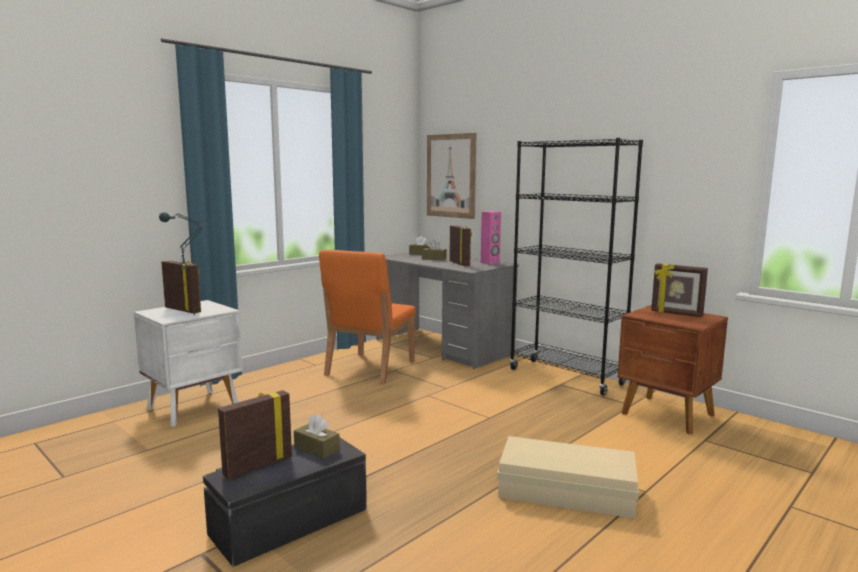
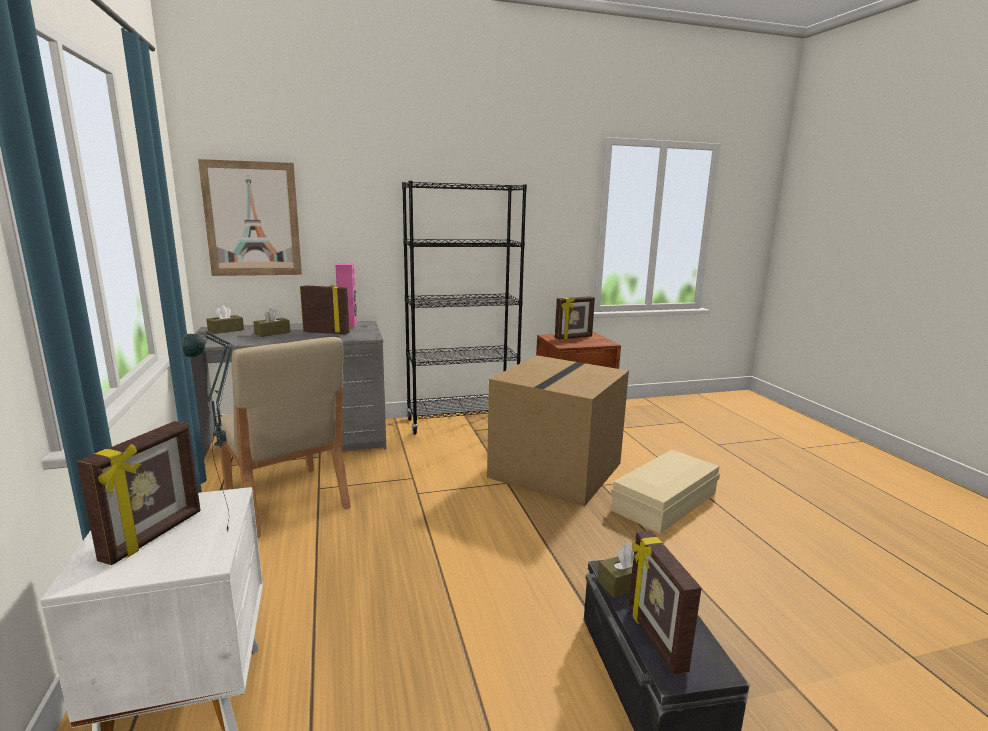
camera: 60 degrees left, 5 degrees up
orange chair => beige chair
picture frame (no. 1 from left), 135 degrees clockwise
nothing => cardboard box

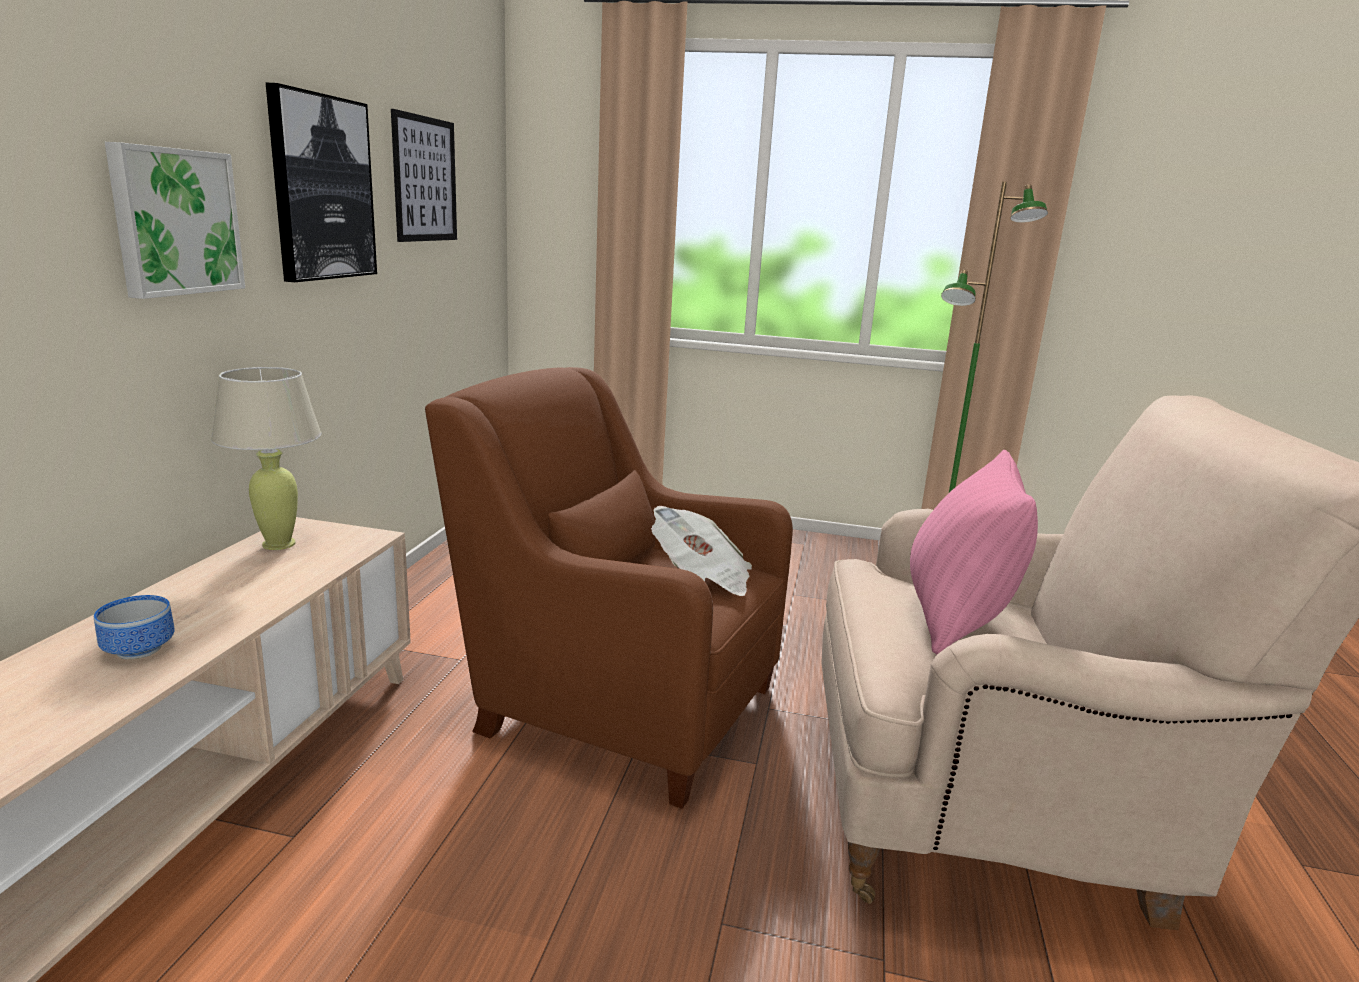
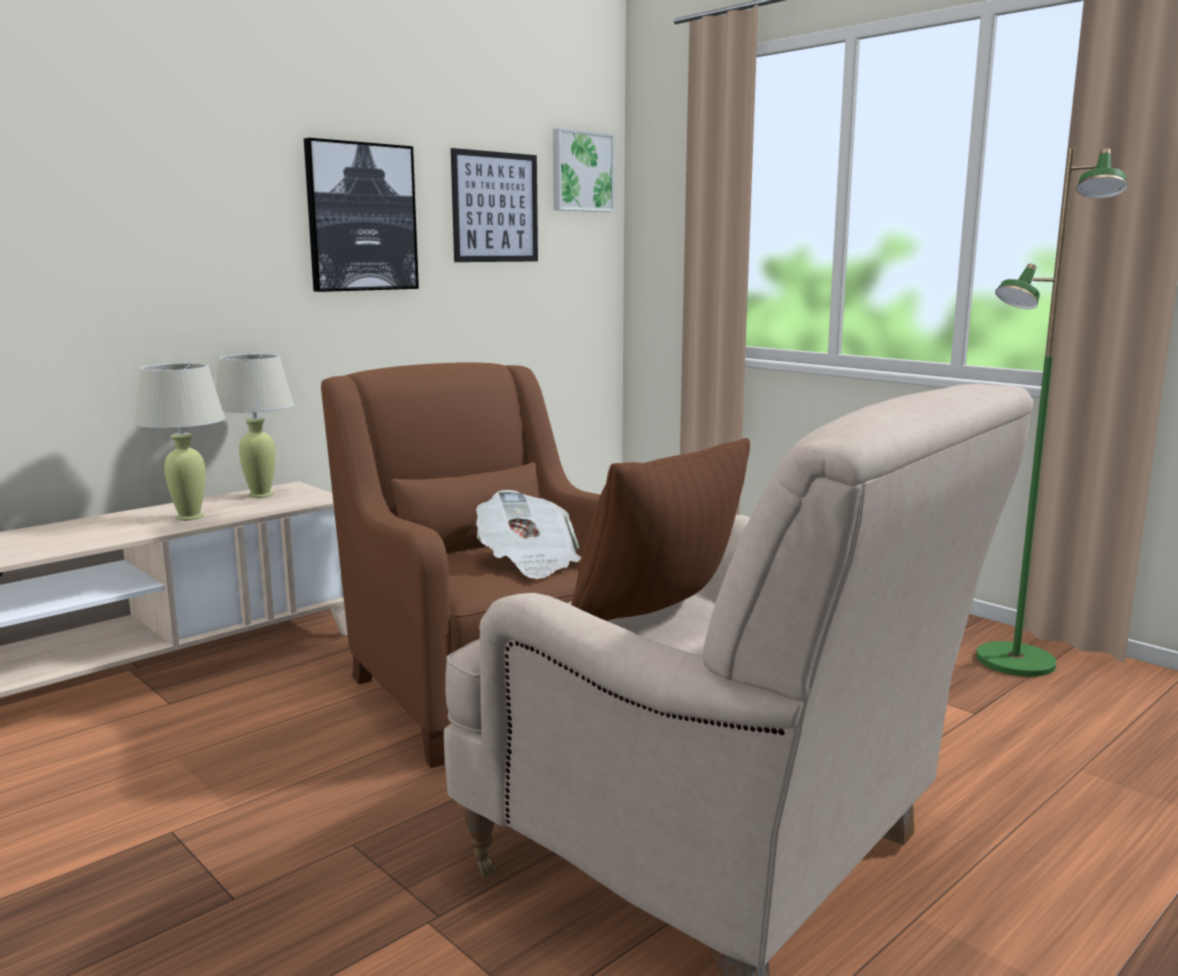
camera: 35 degrees right, 5 degrees down
picture (no. 1 from left in the first image) => picture (no. 3 from left), relocated
pink pillow => brown pillow
bowl => nothing
nothing => beige table lamp (no. 1 from left)

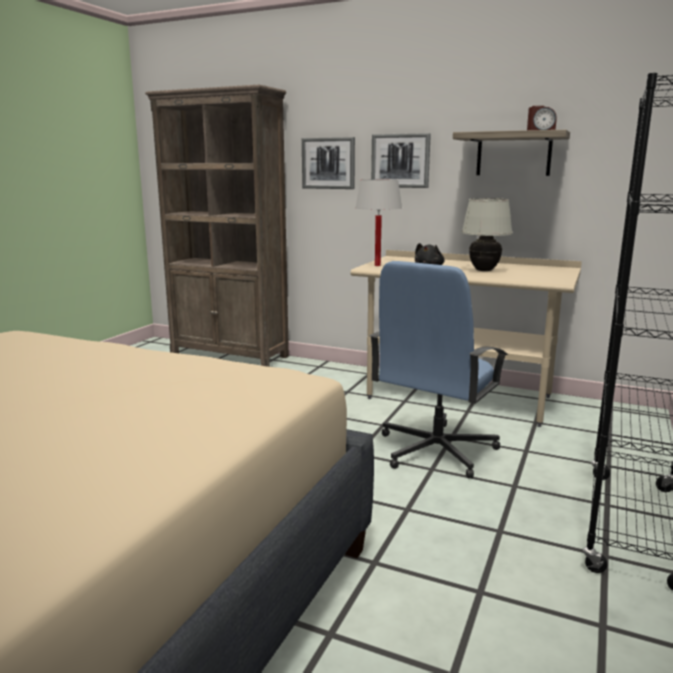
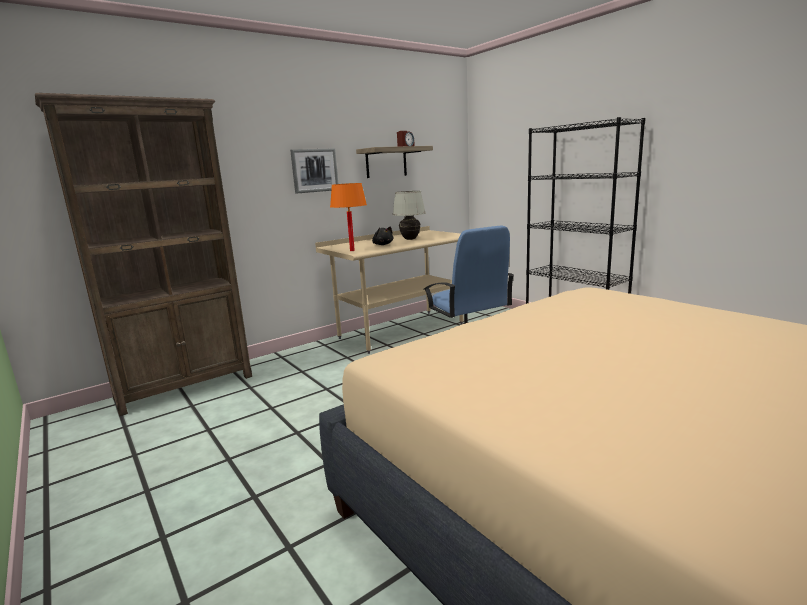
camera: 60 degrees left, 0 degrees up
picture (no. 1 from left) => nothing
white table lamp (no. 1 from left) => orange table lamp

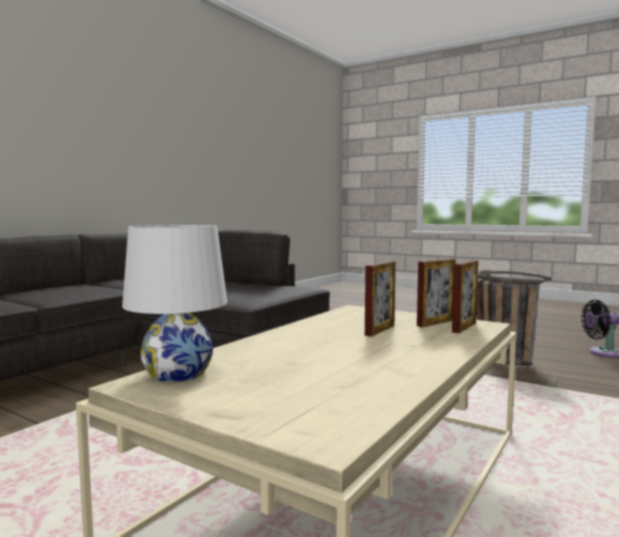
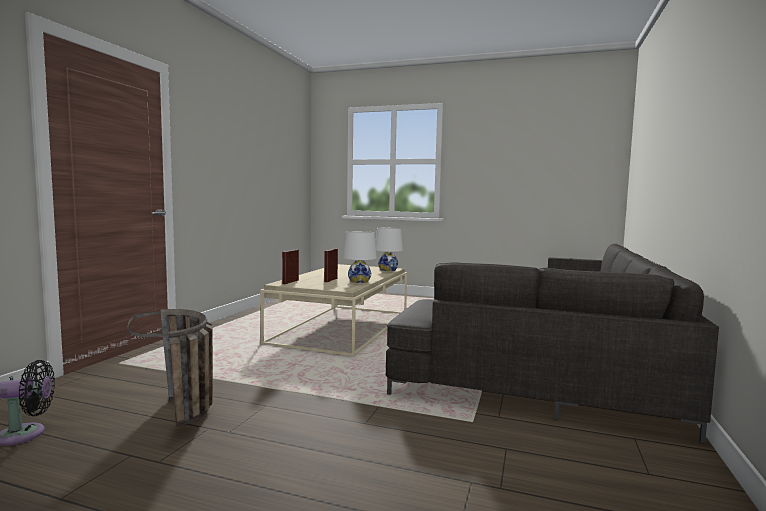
camera: 165 degrees right, 0 degrees up
picture frame (no. 2 from left) => nothing
nothing => white table lamp (no. 1 from left)

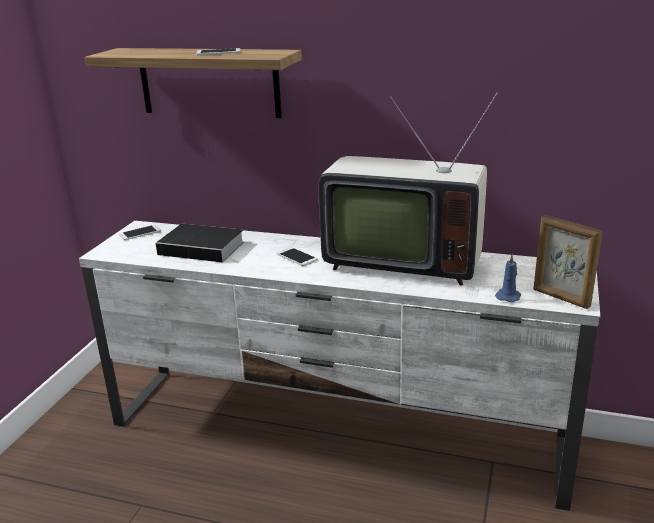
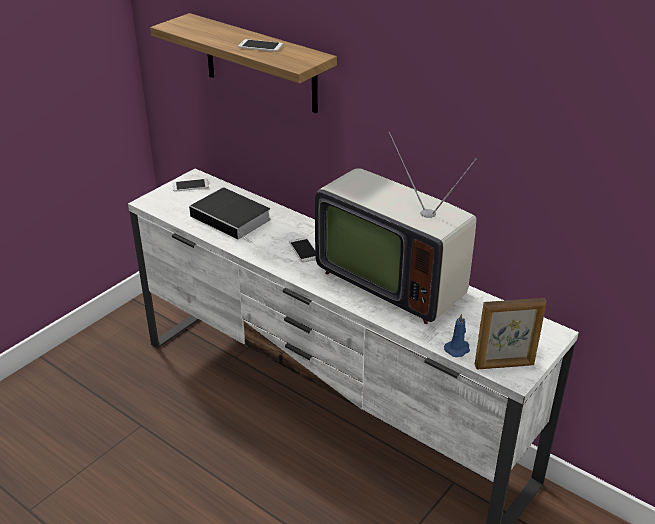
camera: 20 degrees right, 10 degrees up
picture frame, 75 degrees counterclockwise

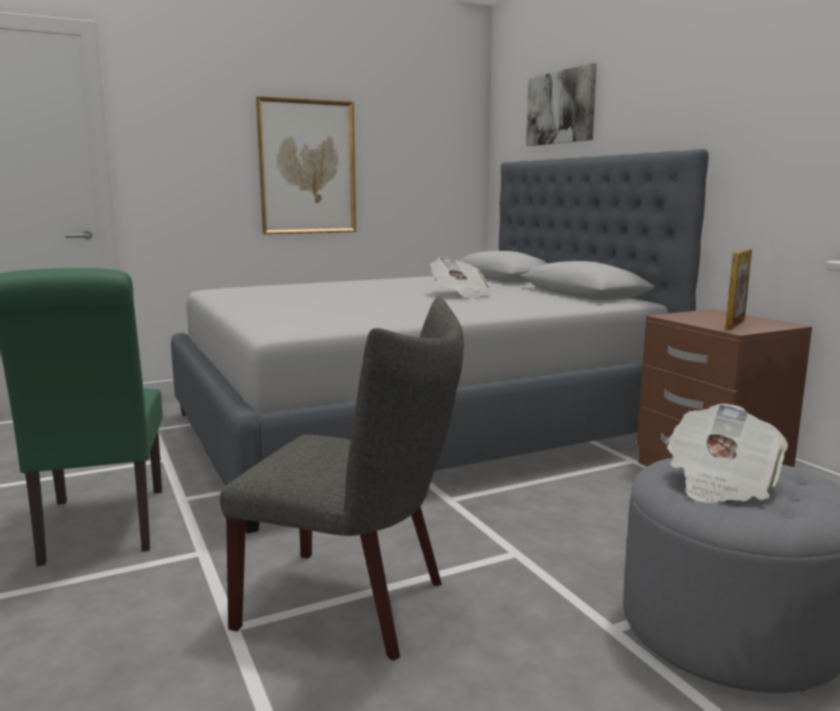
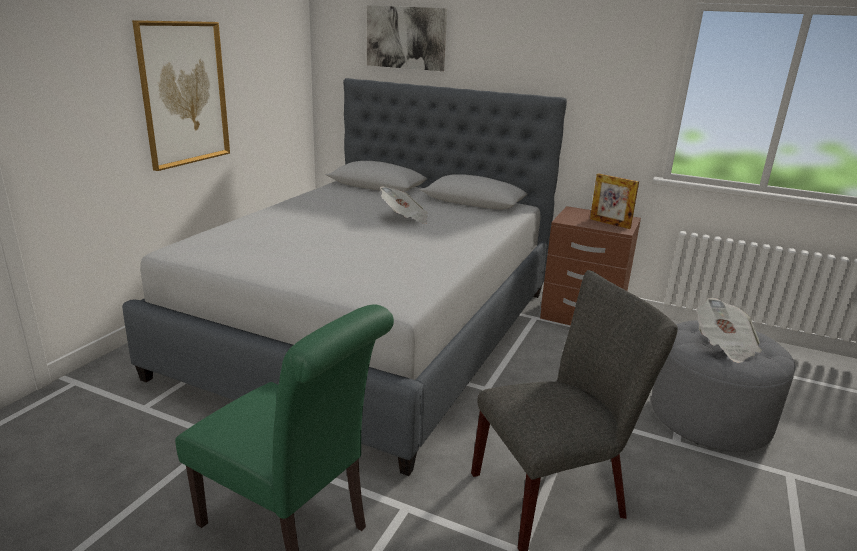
camera: 40 degrees left, 10 degrees up
picture frame, 135 degrees clockwise

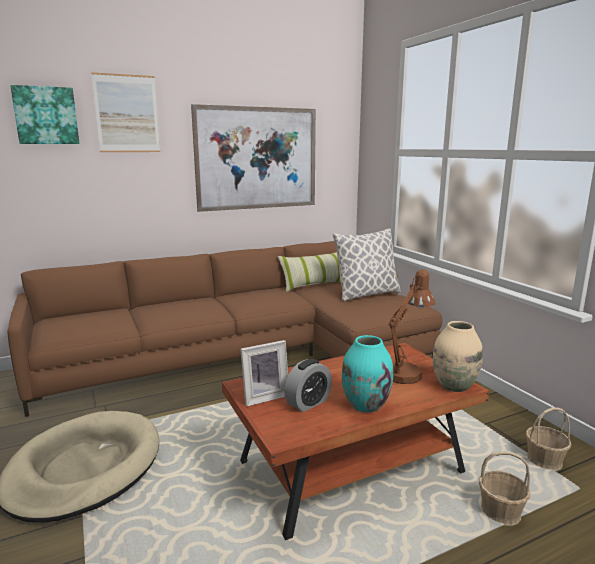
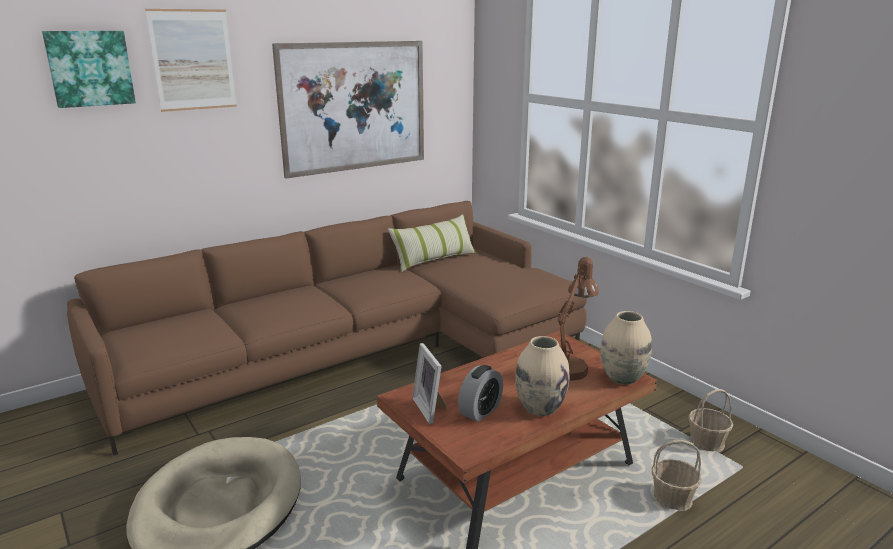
camera: 10 degrees left, 5 degrees up
pillow (no. 2 from left) => nothing
turquoise vase => beige vase (no. 1 from left)
picture frame, 105 degrees clockwise

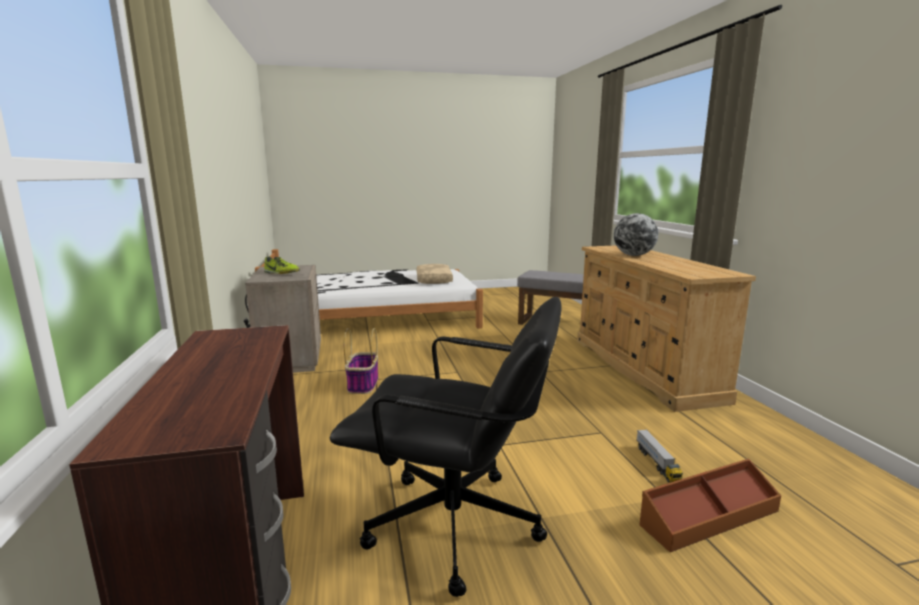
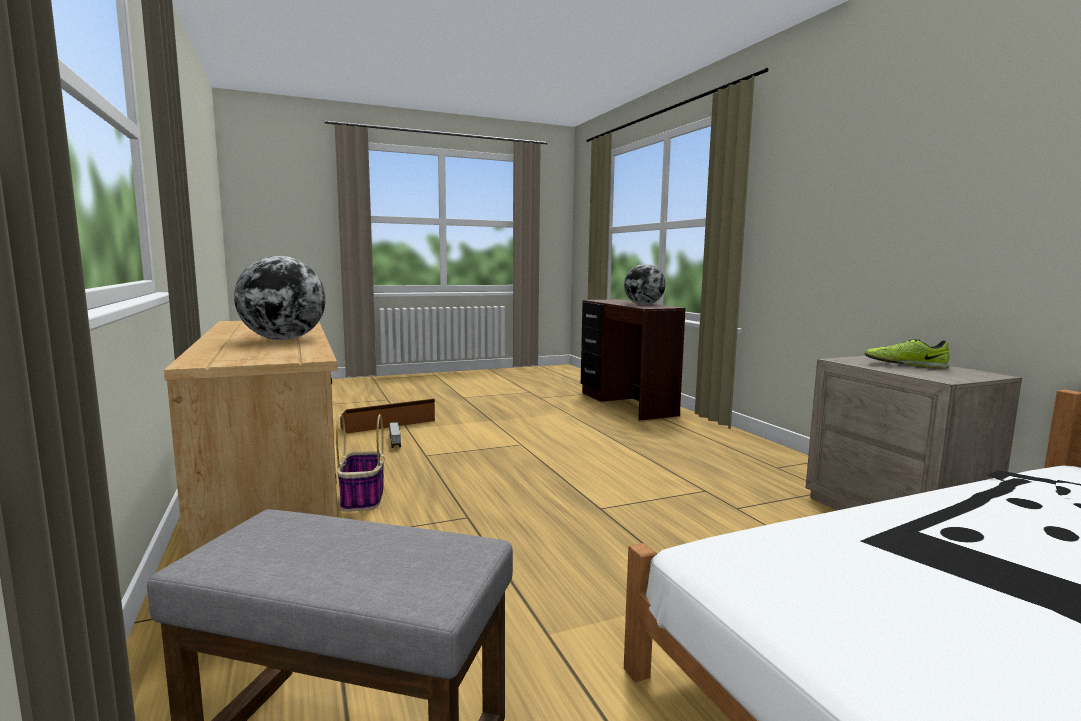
camera: 170 degrees right, 5 degrees down
beige pillow => nothing
black office chair => nothing
basket, relocated
nothing => globe (no. 2 from left)

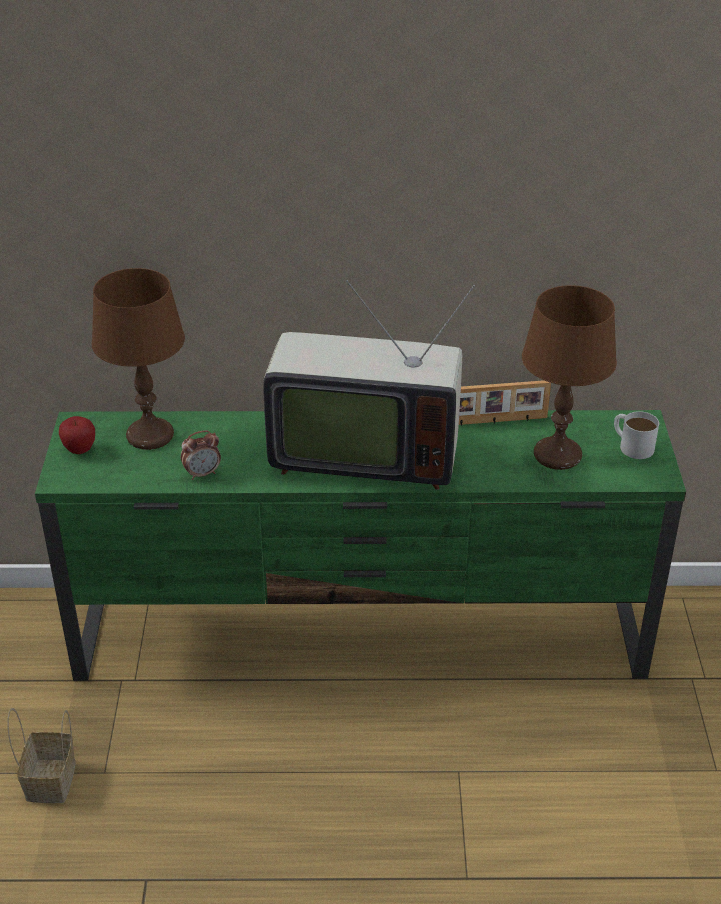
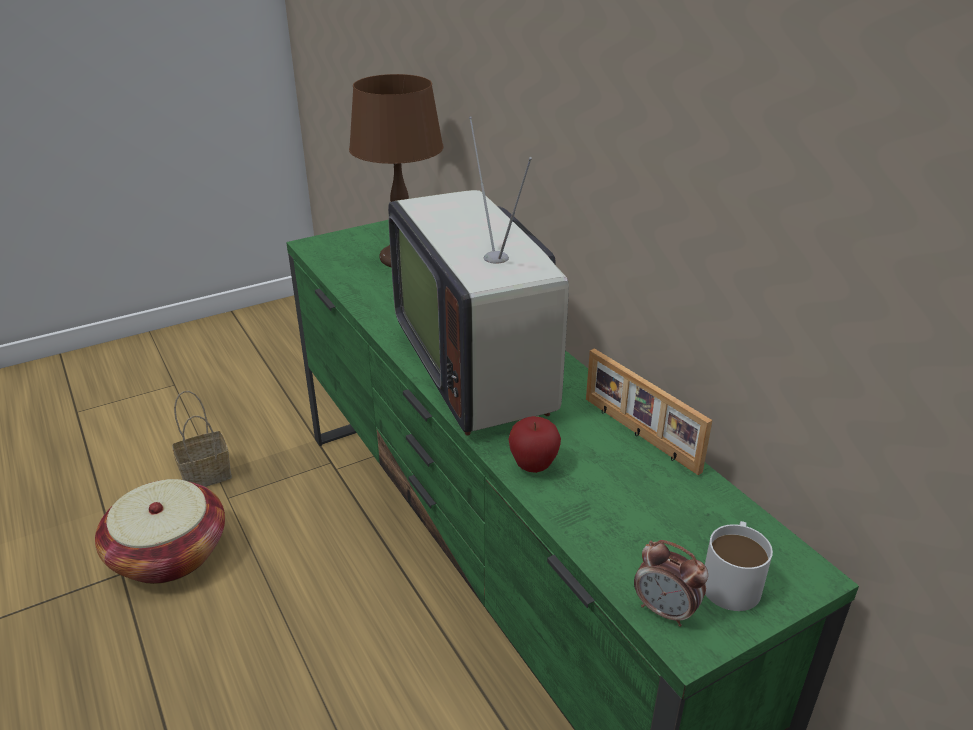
camera: 60 degrees right, 5 degrees down
brown table lamp (no. 2 from left) => nothing
apple, relocated
alarm clock, relocated
nothing => basket (no. 1 from left)

